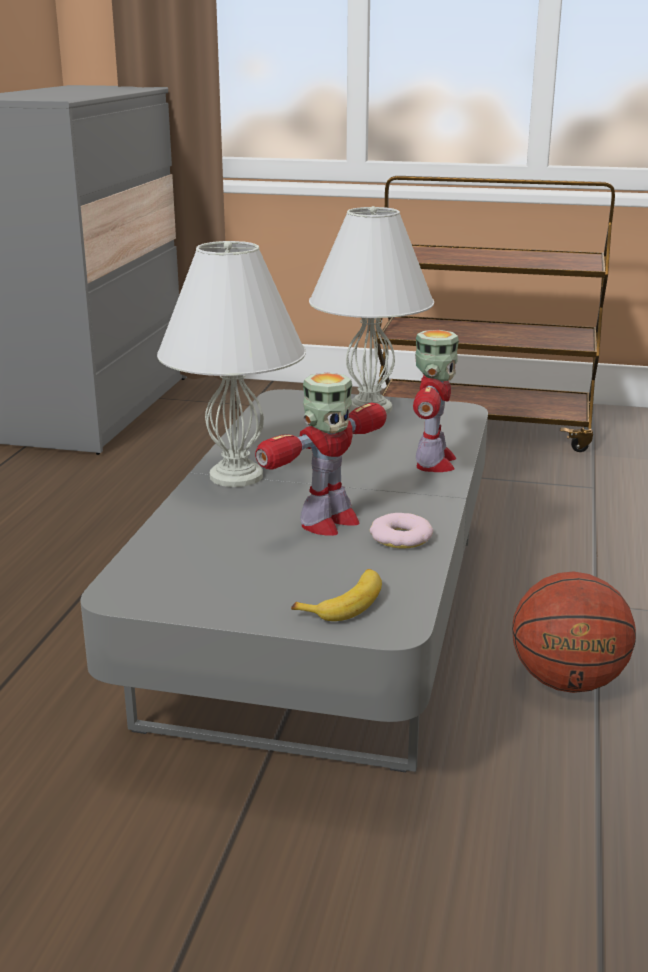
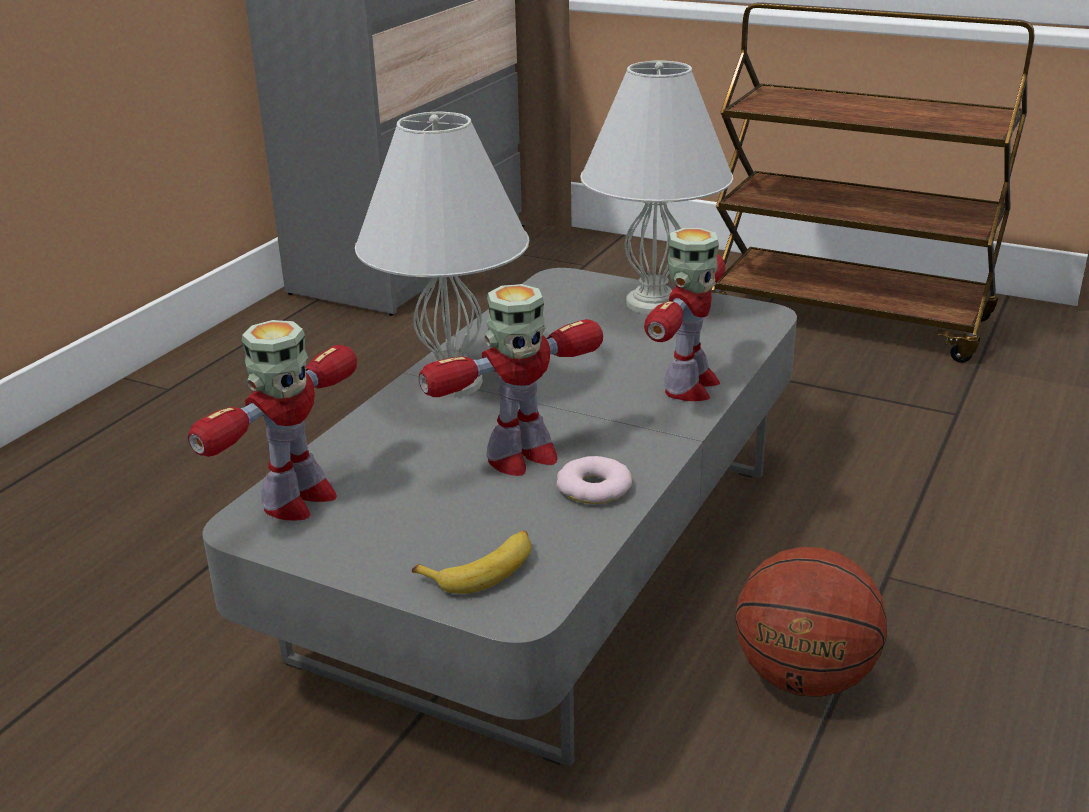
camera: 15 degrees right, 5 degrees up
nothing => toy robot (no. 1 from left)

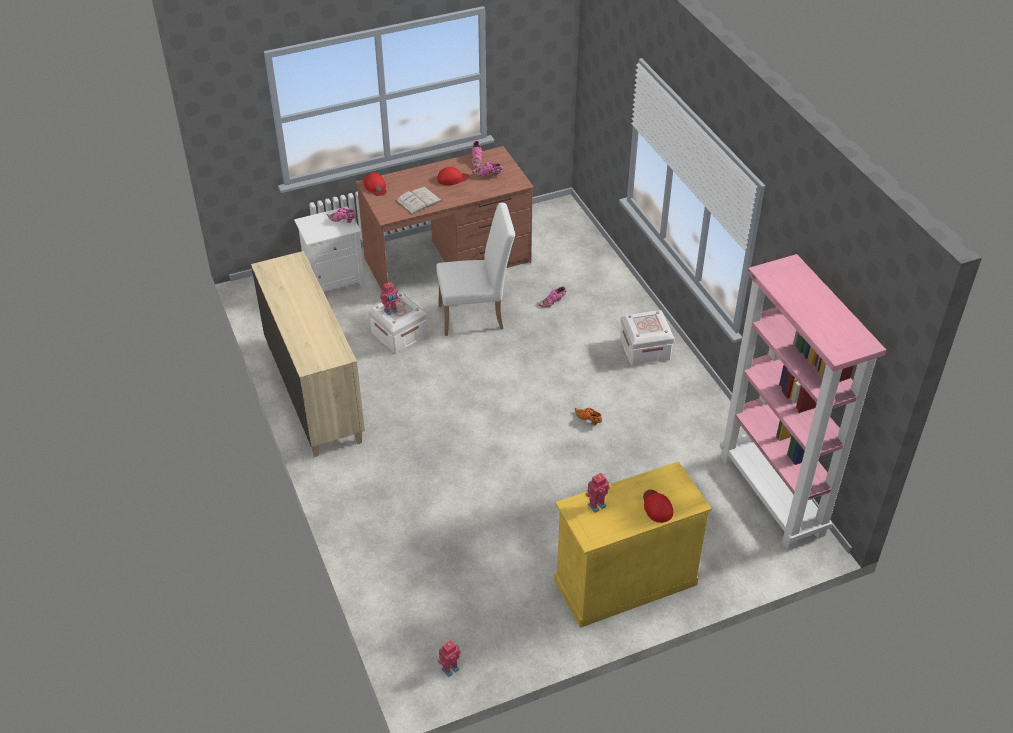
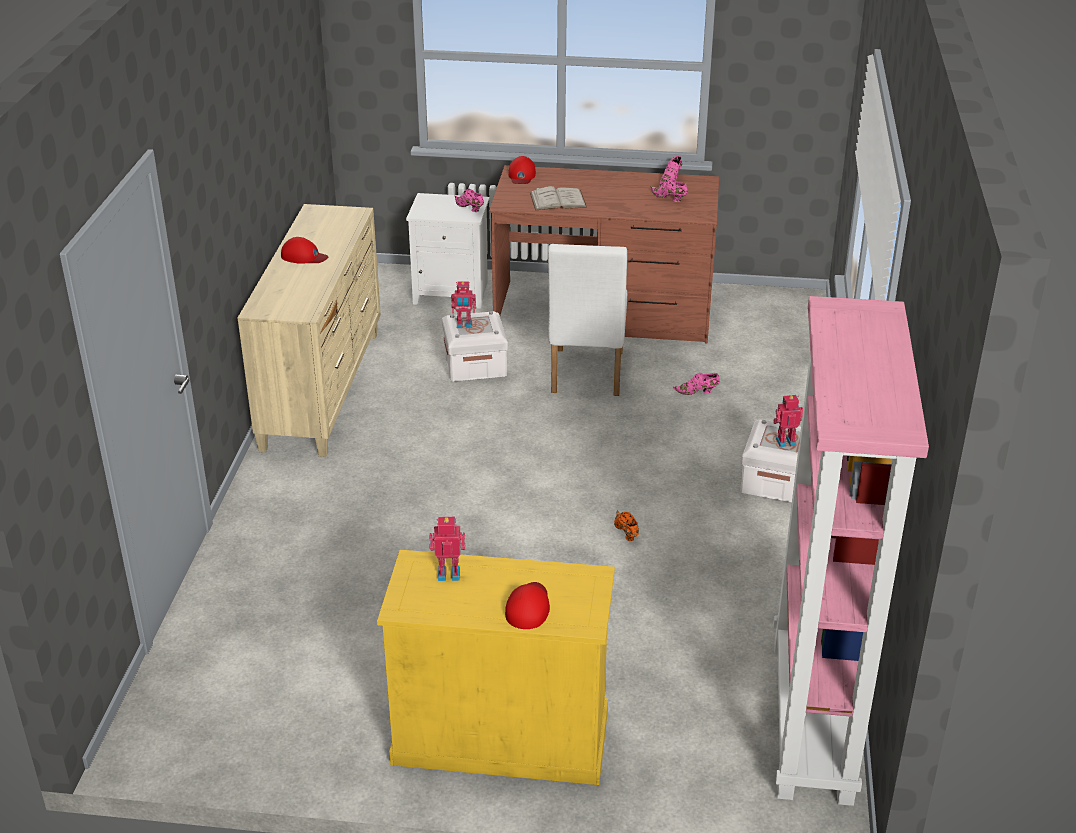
camera: 30 degrees right, 10 degrees down
red cap (no. 2 from left in the first image) => red cap (no. 1 from left), relocated
white chair, 75 degrees clockwise
toy robot (no. 2 from left in the first image) => toy robot (no. 3 from left), relocated

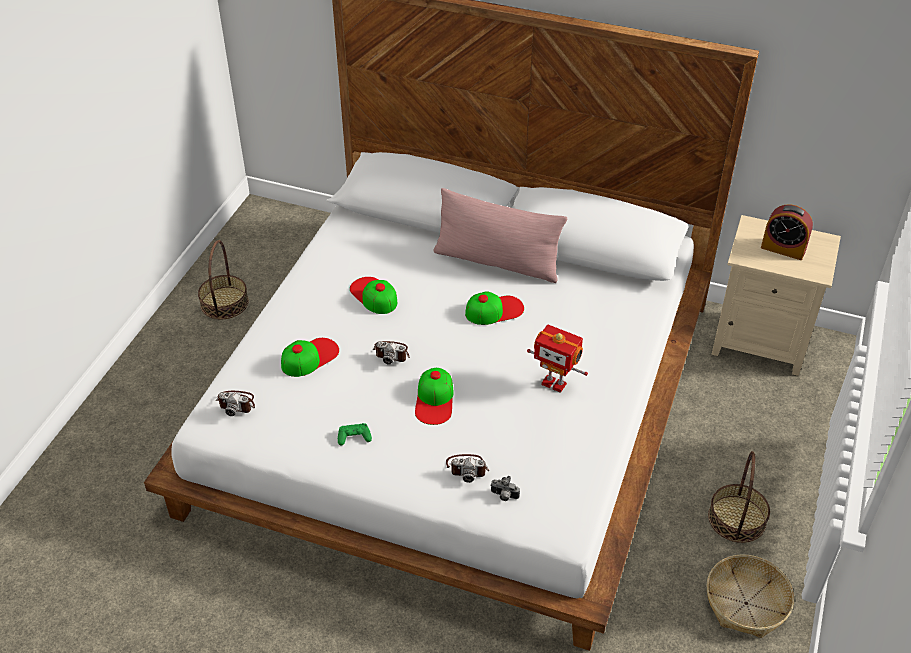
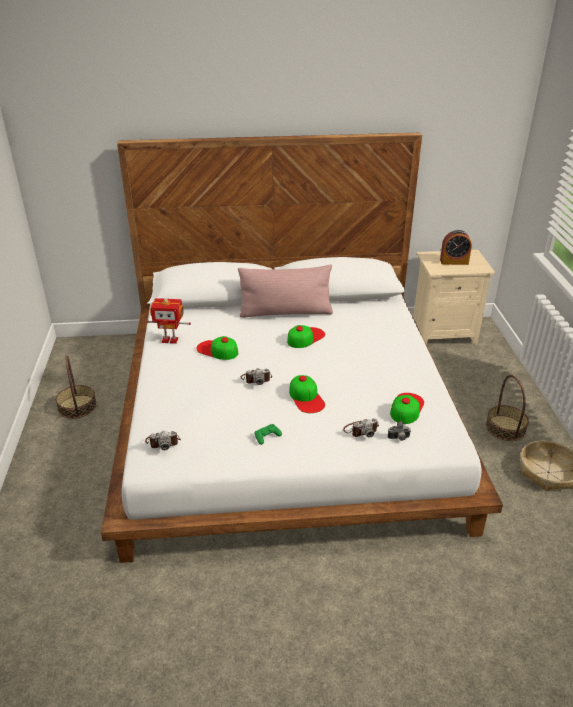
camera: 25 degrees left, 10 degrees down
toy robot, relocated
cap (no. 1 from left in the first image) => cap (no. 4 from left), relocated

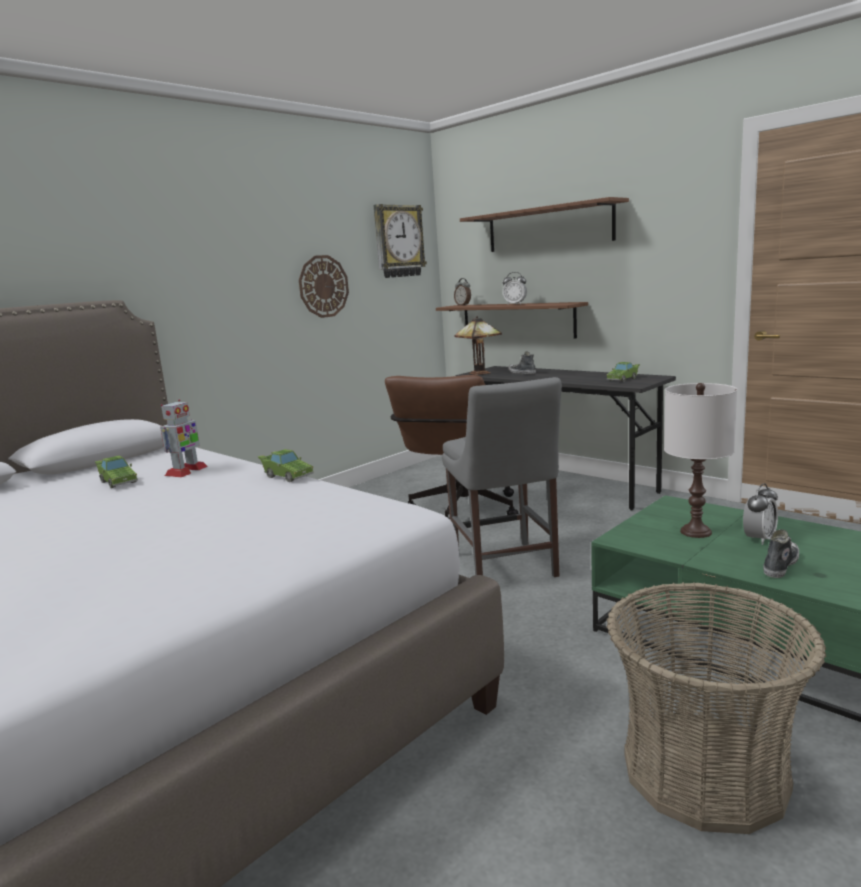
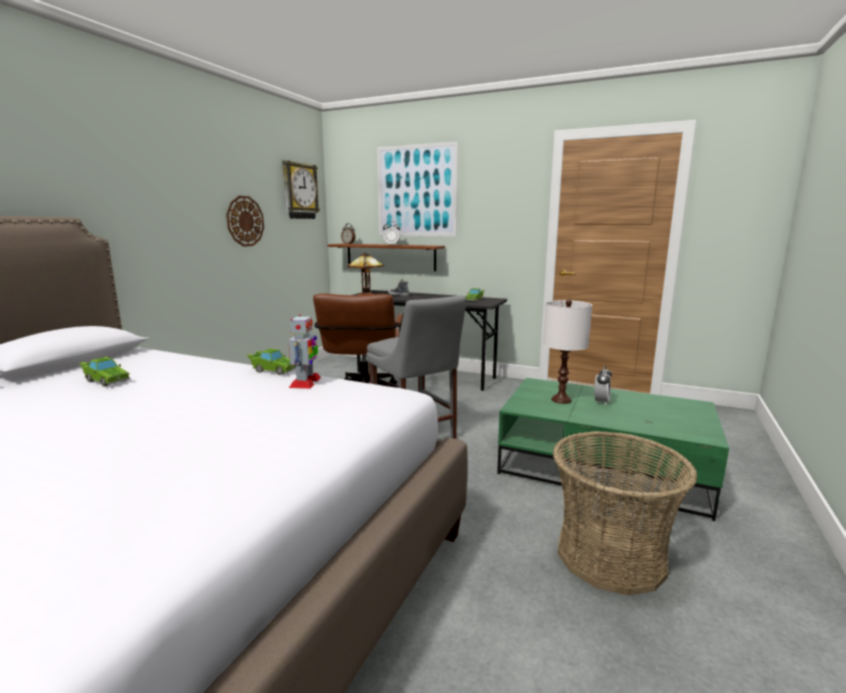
camera: 20 degrees left, 0 degrees up
brown shelf (no. 2 from left) => picture
toy robot, relocated
shoe (no. 2 from left) => nothing

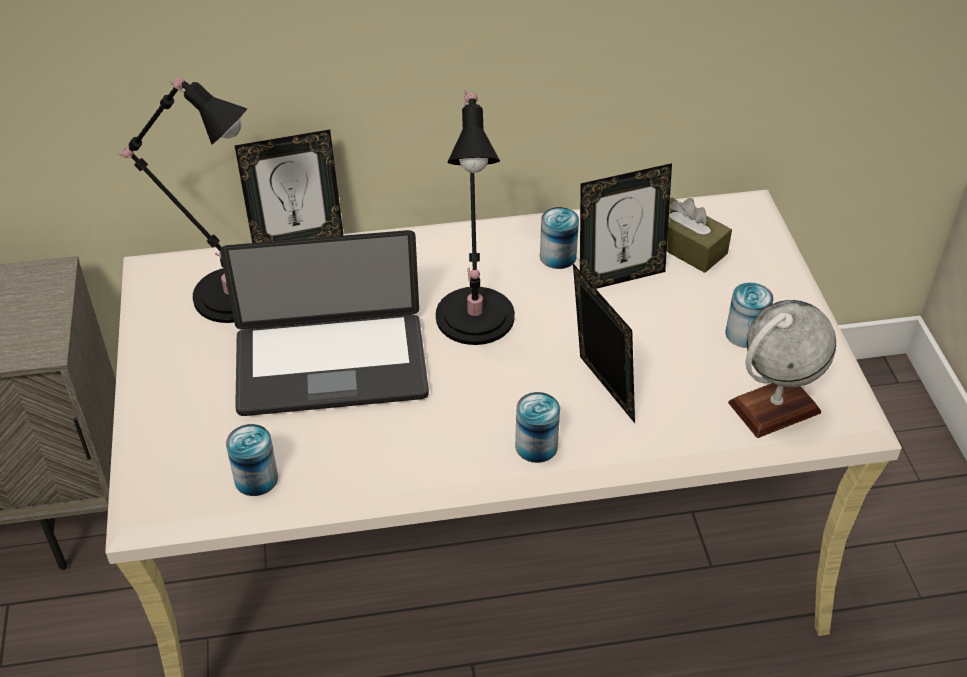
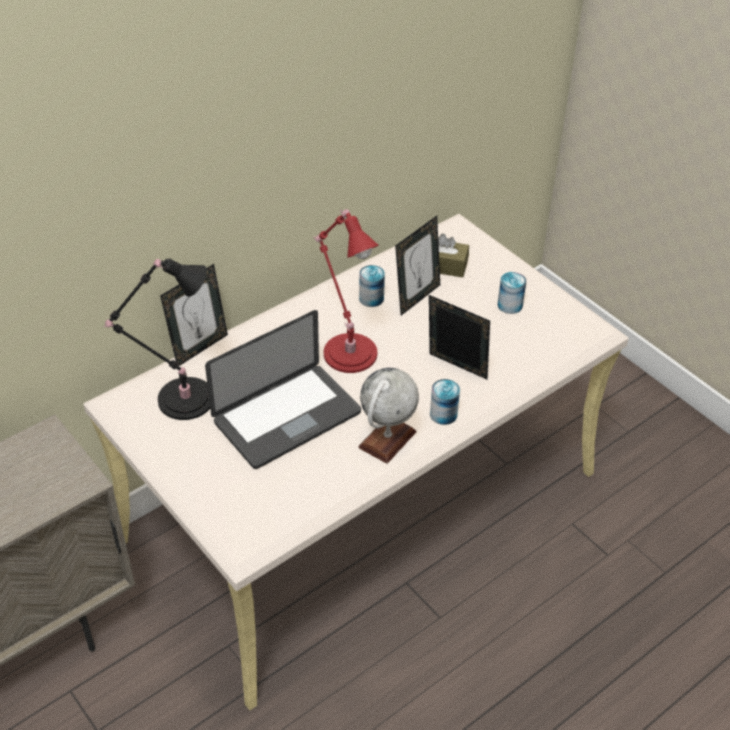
camera: 30 degrees left, 0 degrees up
black table lamp (no. 2 from left) => red table lamp
globe, relocated
can (no. 1 from left) => nothing

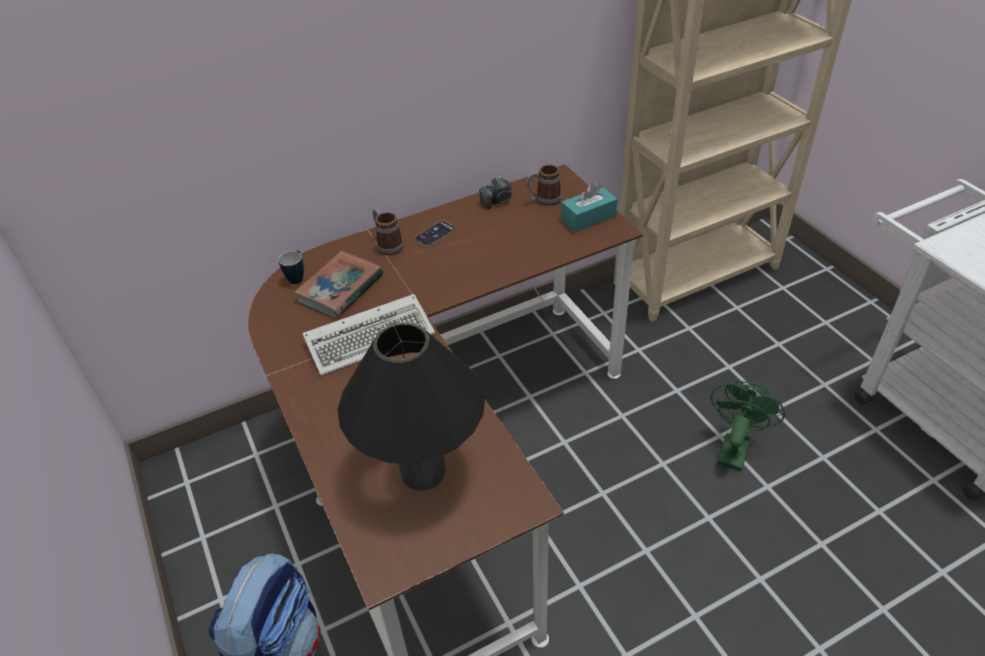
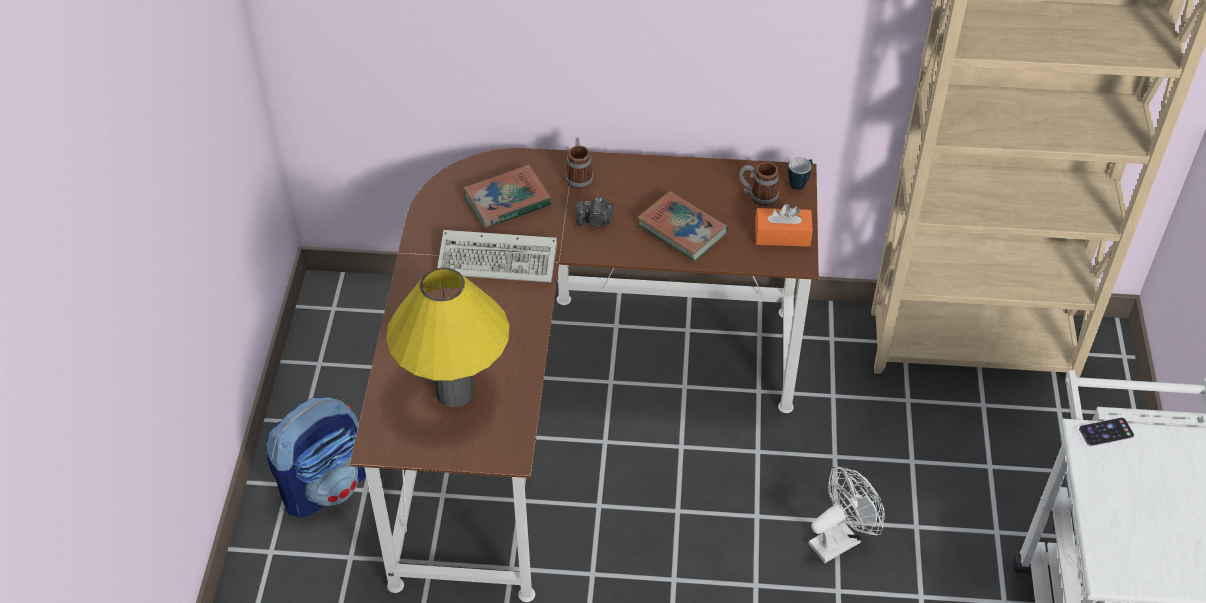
camera: 30 degrees right, 5 degrees up
photo camera, relocated
turquoise tissue box => orange tissue box
phone, relocated
mug (no. 1 from left in the first image) => mug (no. 3 from left), relocated
black table lamp => yellow table lamp
green fan => white fan
nothing => book (no. 2 from left)

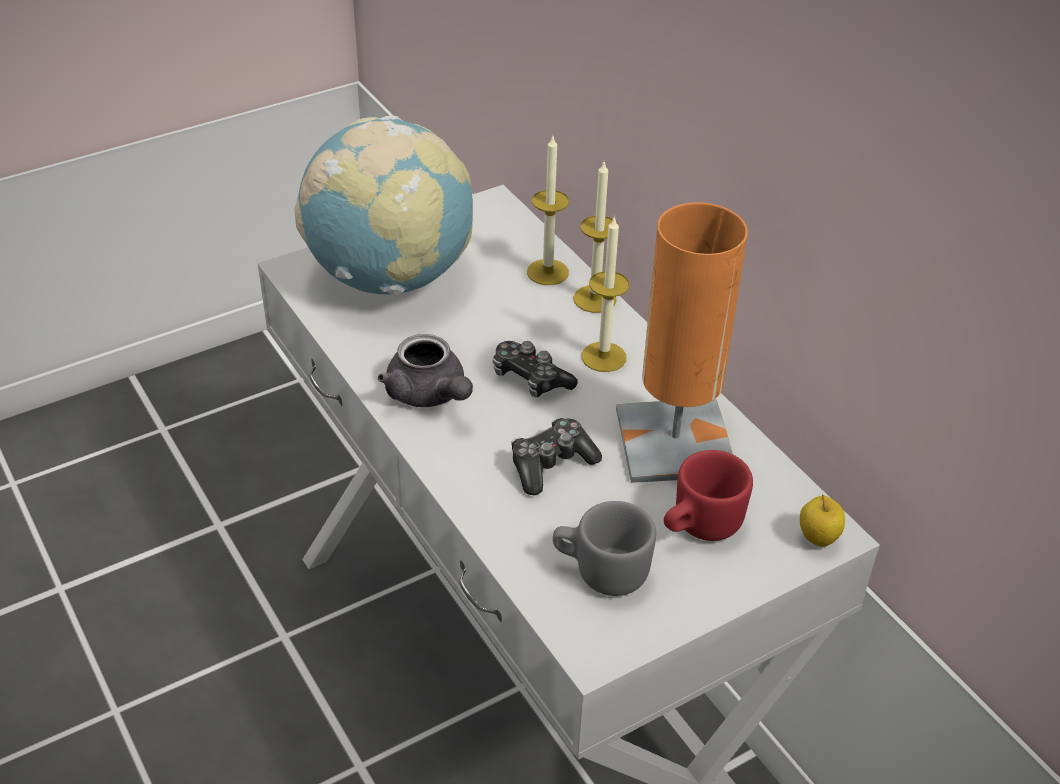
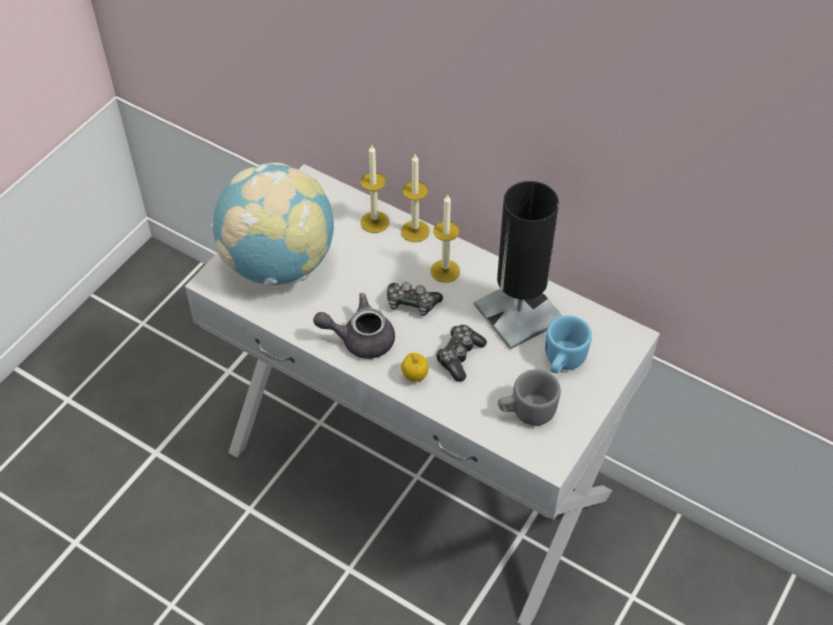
camera: 25 degrees left, 10 degrees up
orange table lamp => black table lamp
grey teapot, 150 degrees clockwise
red mug => blue mug
apple, relocated

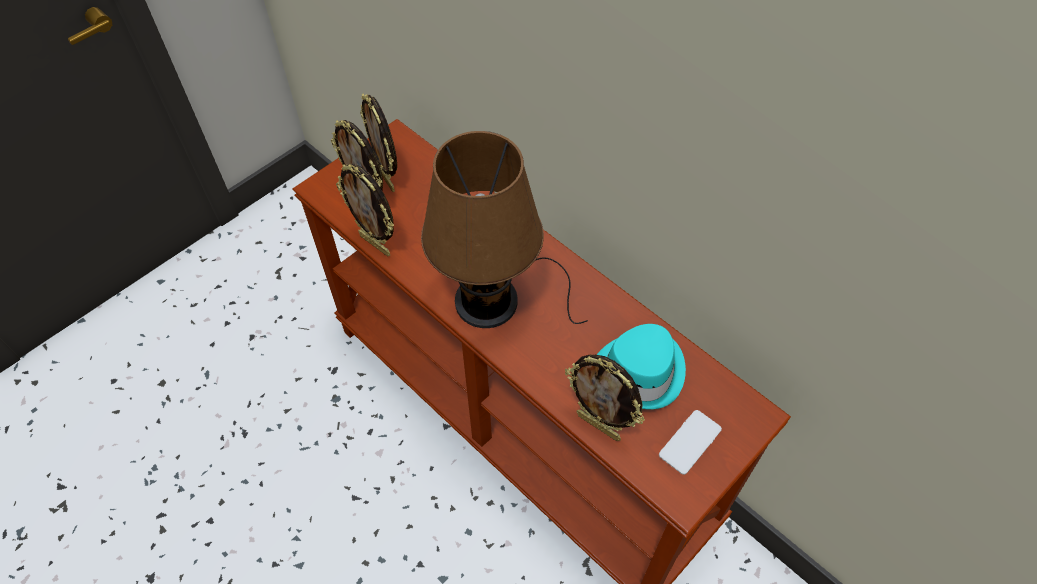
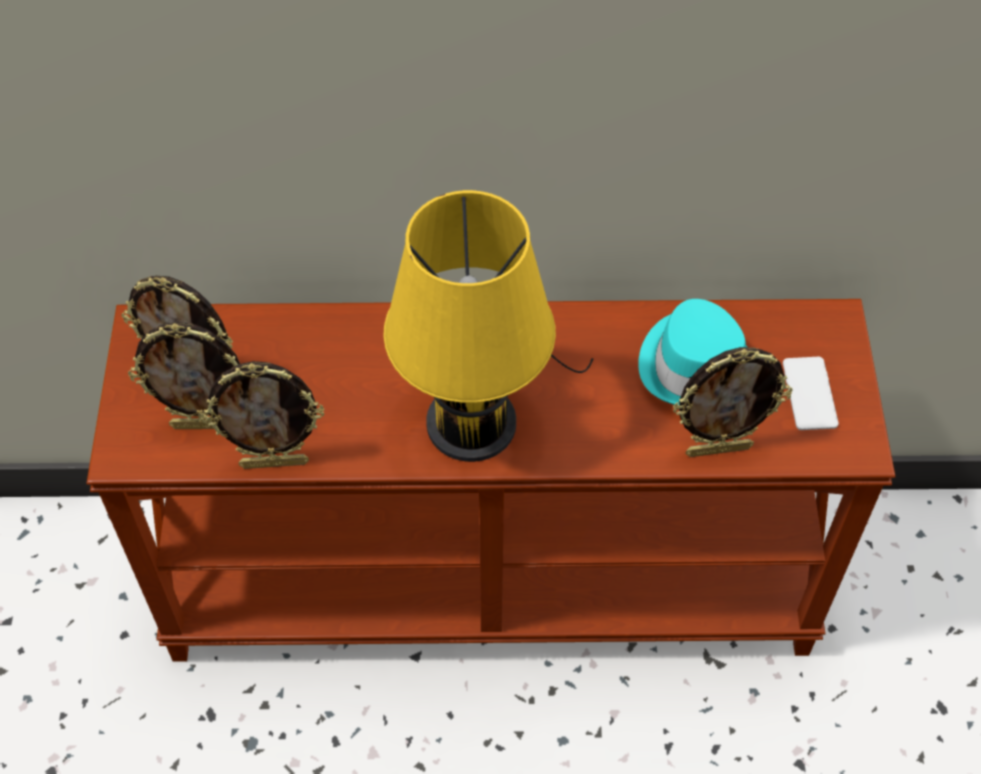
camera: 45 degrees left, 0 degrees up
brown table lamp => yellow table lamp

